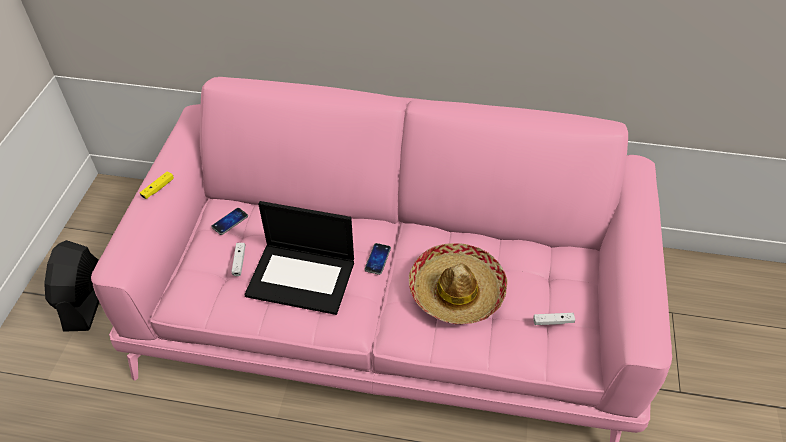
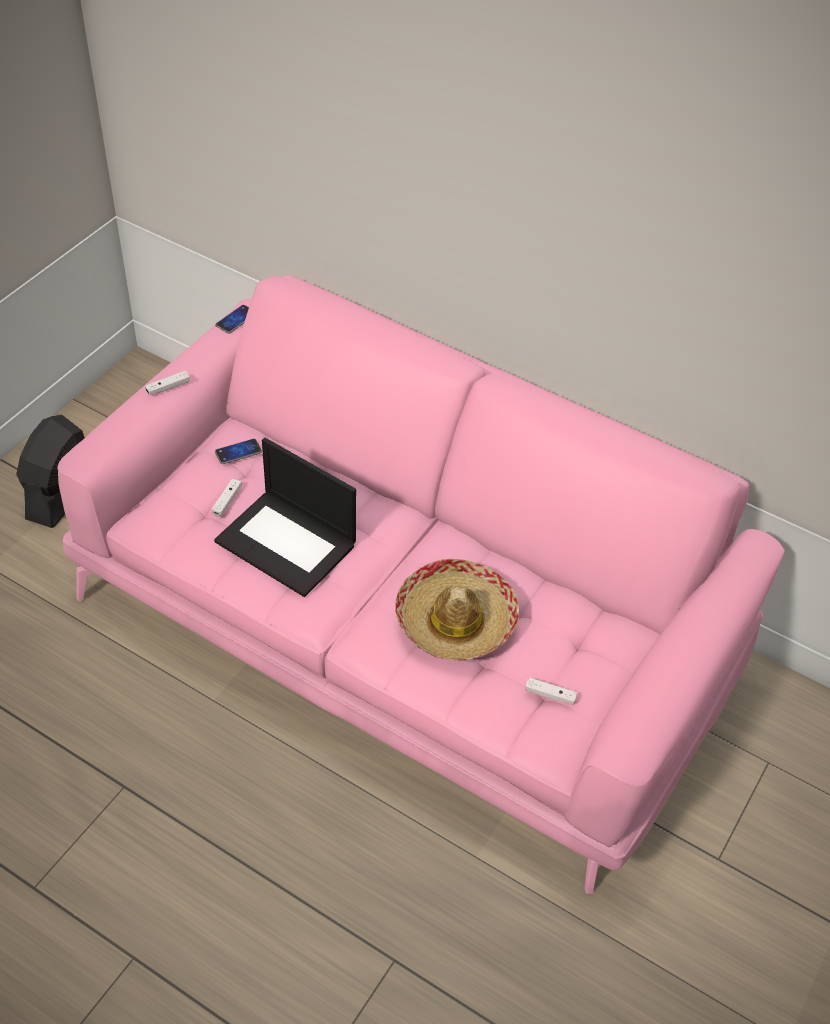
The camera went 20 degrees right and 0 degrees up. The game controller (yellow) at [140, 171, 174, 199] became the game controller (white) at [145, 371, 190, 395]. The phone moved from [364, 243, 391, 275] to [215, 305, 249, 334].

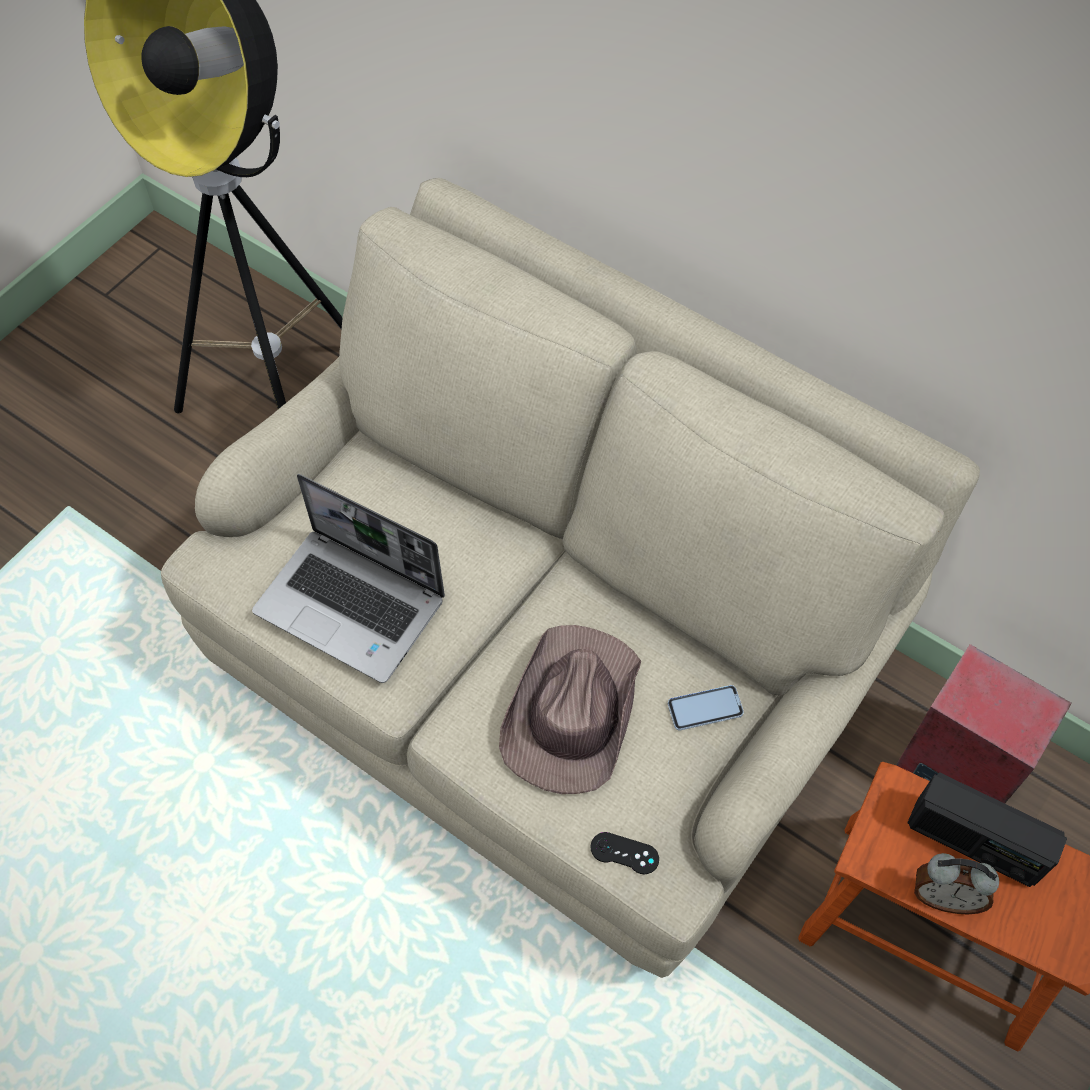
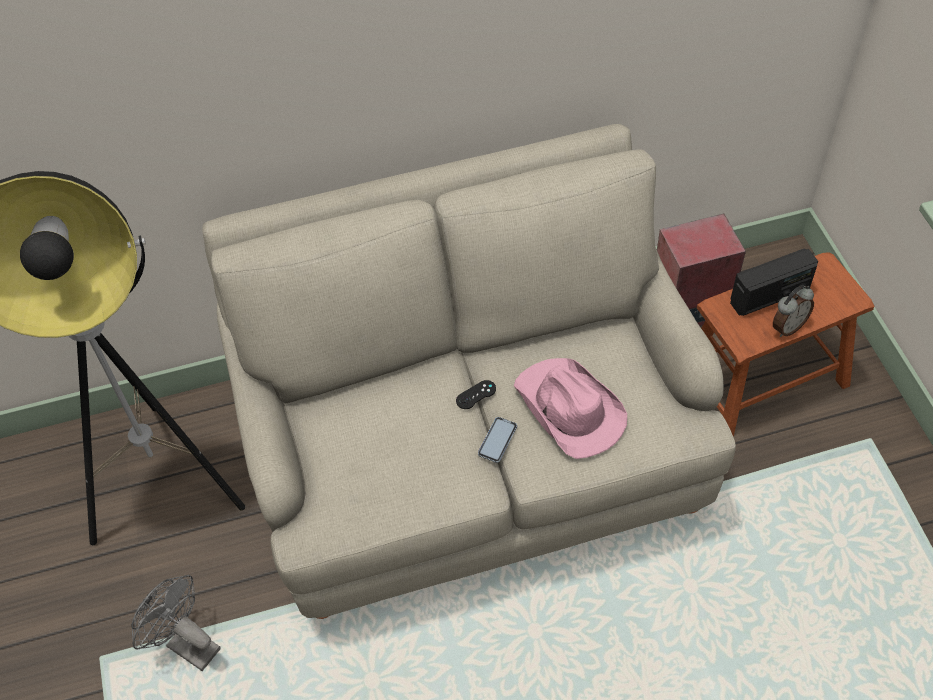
The camera went 50 degrees left and 5 degrees down. The laptop at [252, 474, 445, 683] disappeared. The hat (brown) at [499, 625, 641, 794] became the hat (pink) at [514, 358, 627, 459]. The phone moved from [668, 685, 744, 731] to [478, 417, 517, 463]. The game controller (black) moved from [591, 832, 659, 874] to [456, 380, 496, 409]. The fan (grey) at [131, 575, 221, 671] appeared.

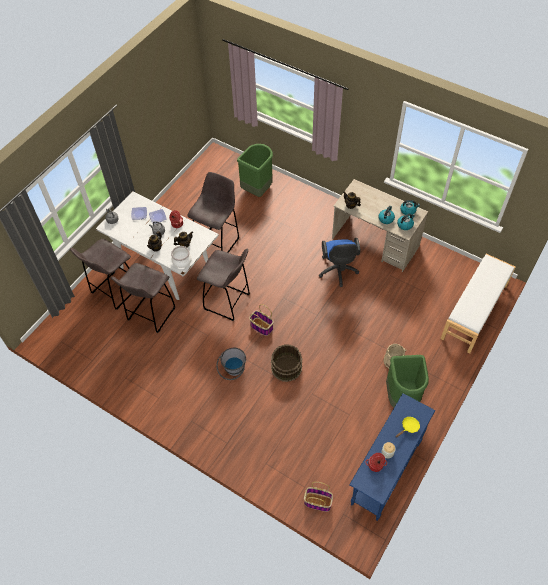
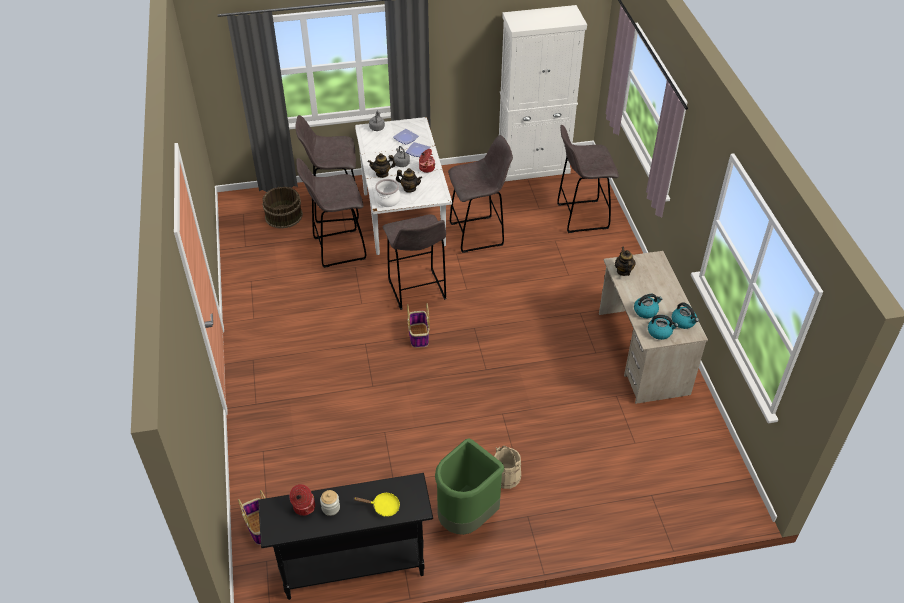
The camera went 45 degrees right and 10 degrees down. The trash can (green) at [237, 144, 273, 197] was replaced by the stool (grey) at [557, 125, 619, 233]. The office chair (blue) at [319, 238, 361, 287] disappeared. The bench (white) at [440, 254, 515, 354] disappeared. The bucket (brown) moved from [271, 344, 302, 382] to [262, 187, 303, 229]. The bucket (grey) at [216, 348, 246, 380] disappeared. The console table (blue) at [349, 393, 435, 521] became the console table (black) at [258, 473, 433, 600]. The cabinet (white) at [499, 5, 587, 181] appeared.

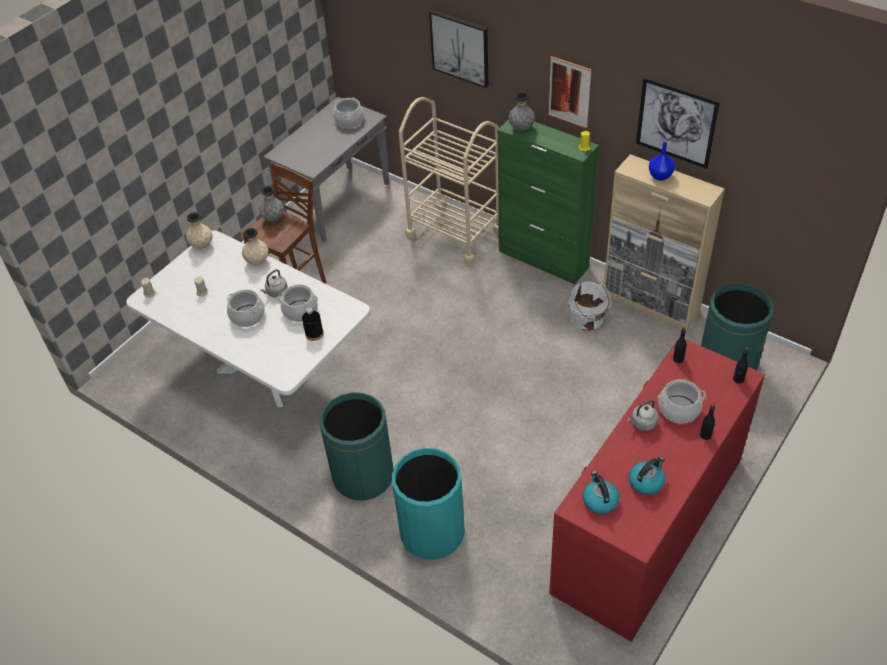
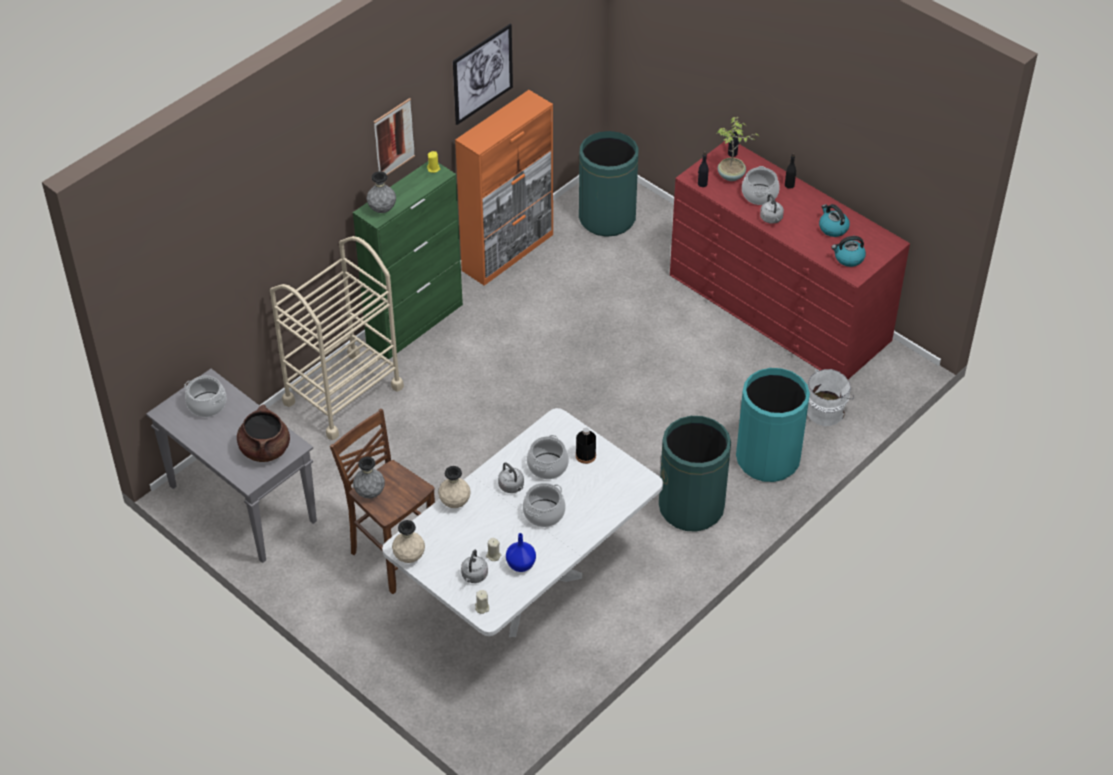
The camera went 85 degrees left and 0 degrees up. The picture at [429, 10, 489, 88] disappeared. The vase (blue) moved from [649, 142, 675, 181] to [506, 533, 536, 572]. The cabinet (beige) at [604, 154, 725, 331] became the cabinet (orange) at [455, 90, 553, 286]. The bucket (white) moved from [569, 281, 611, 331] to [807, 369, 854, 426]. The potted plant at [717, 117, 760, 181] appeared. The cooking pot (brown) at [237, 404, 290, 462] appeared. The kettle (grey) at [461, 550, 488, 583] appeared.

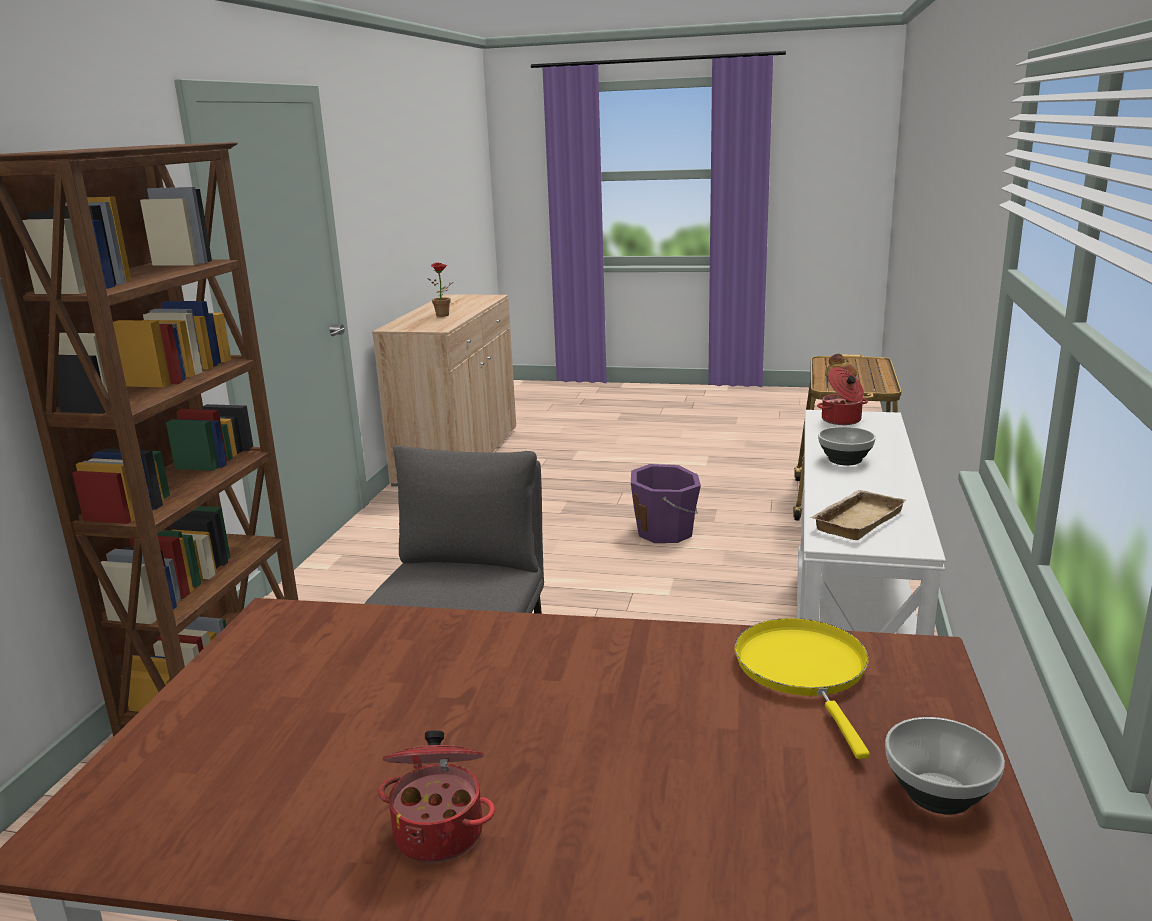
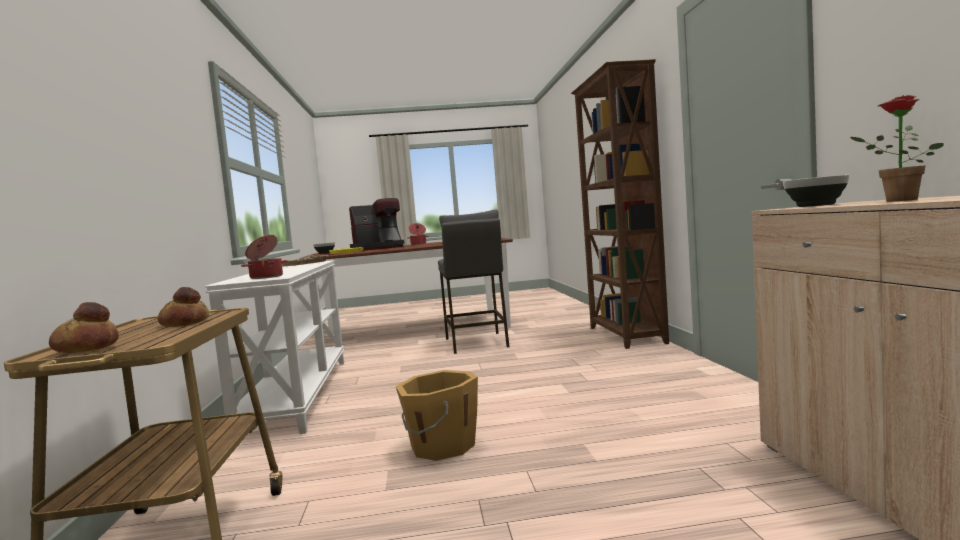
The camera went 160 degrees right and 15 degrees down. The bowl moved from [818, 427, 876, 466] to [783, 175, 849, 207]. The bucket (purple) at [631, 464, 701, 543] became the bucket (orange) at [396, 370, 478, 461]. The coffee machine at [349, 198, 405, 250] appeared. The bread at [49, 302, 119, 353] appeared.

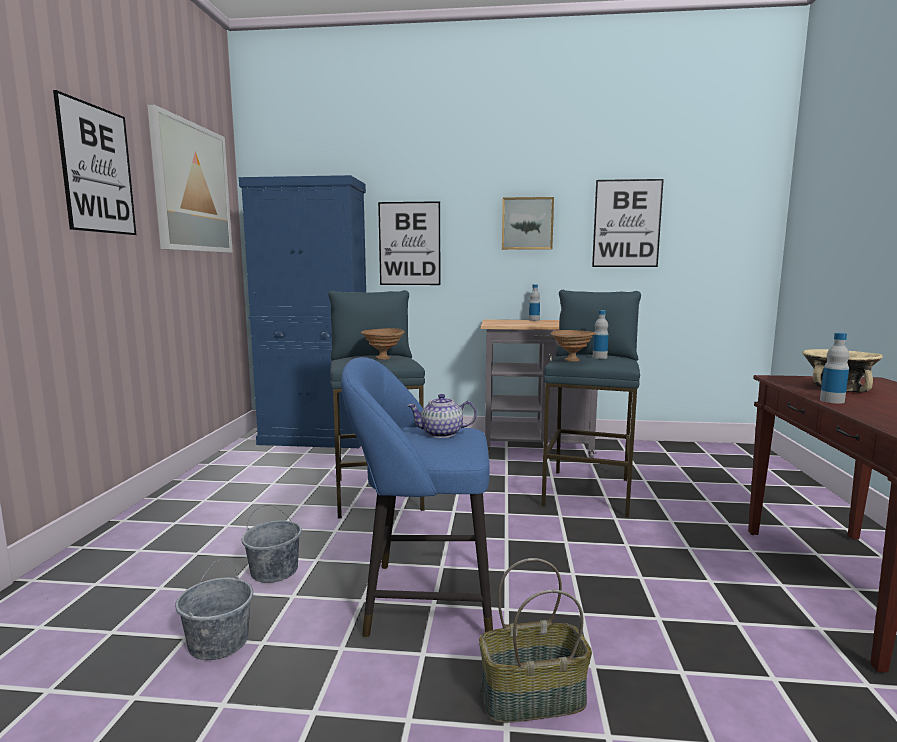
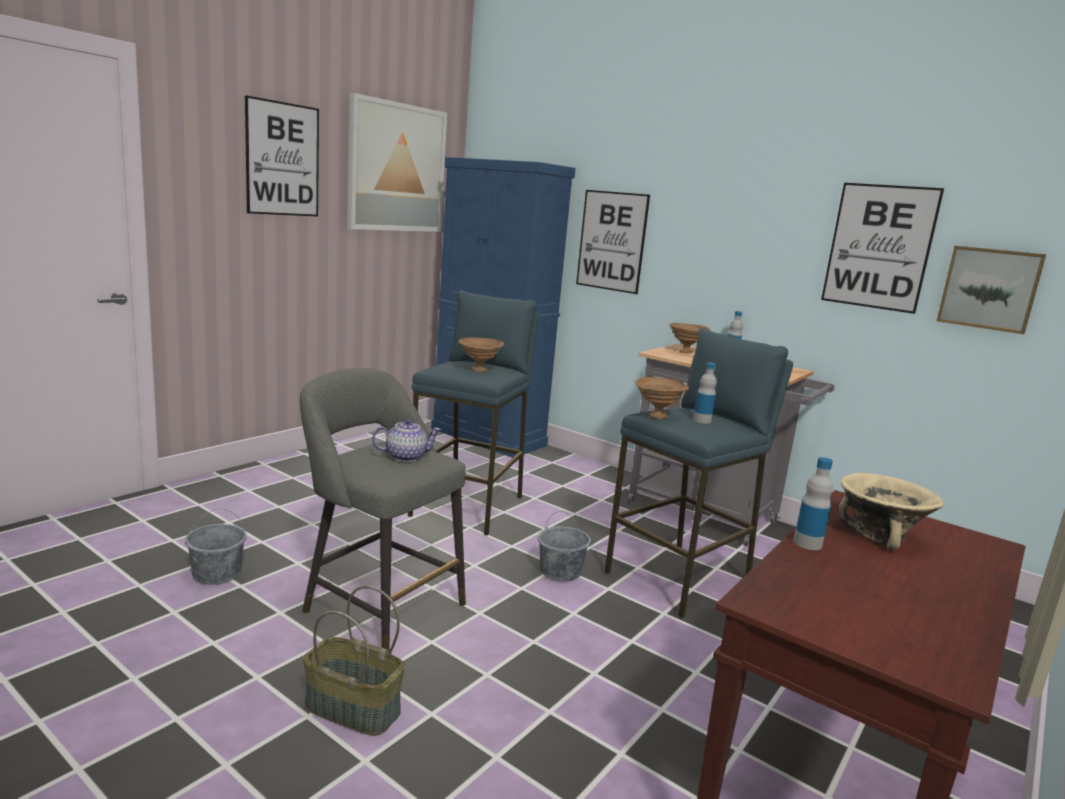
The camera went 30 degrees right and 5 degrees up. The picture moved from [502, 197, 554, 250] to [936, 246, 1046, 334]. The stool (blue) at [341, 357, 493, 638] became the stool (grey) at [300, 368, 466, 650]. The teapot at [407, 394, 477, 438] turned 135 degrees clockwise. The bucket (grey) moved from [242, 505, 302, 583] to [538, 512, 591, 582]. The bowl (brown) at [669, 323, 710, 353] appeared.

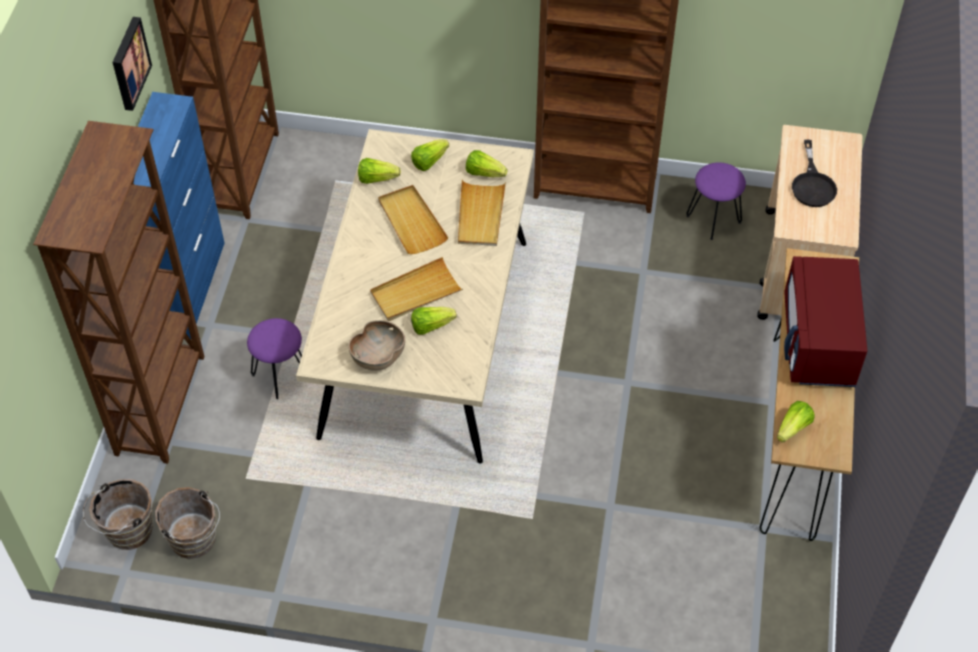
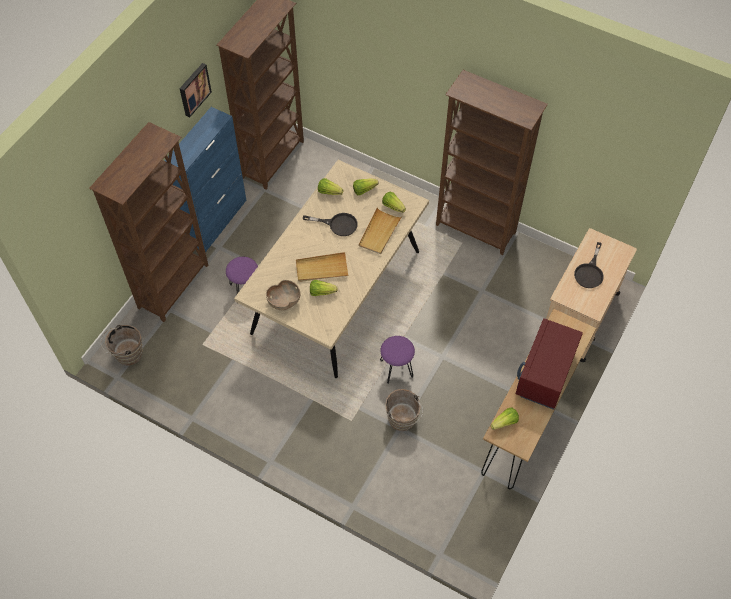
The camera went 20 degrees right and 5 degrees up. The stool (purple) moved from [686, 162, 746, 240] to [380, 336, 415, 384]. The tray (beige) at [378, 185, 448, 254] was replaced by the frying pan (black) at [303, 213, 358, 236]. The bucket (brown) moved from [155, 487, 220, 559] to [385, 389, 423, 431].

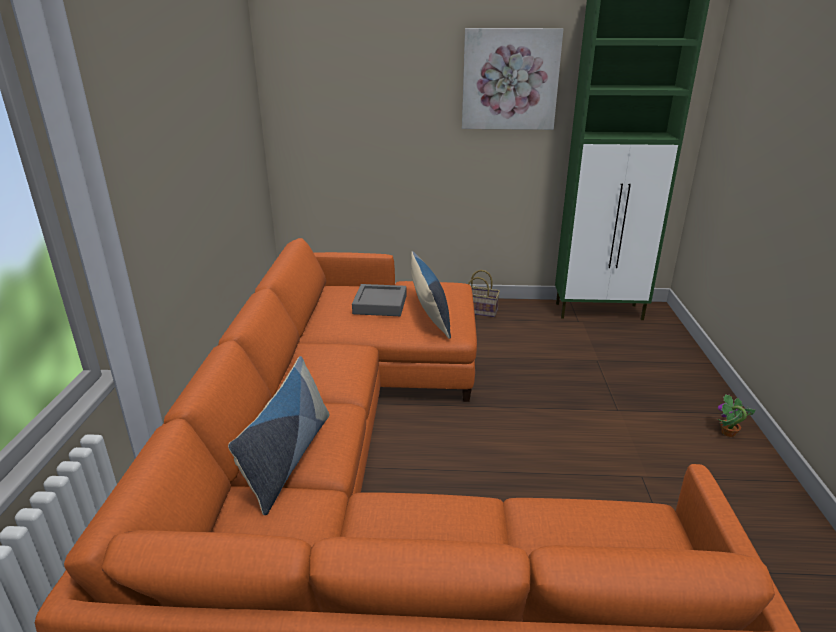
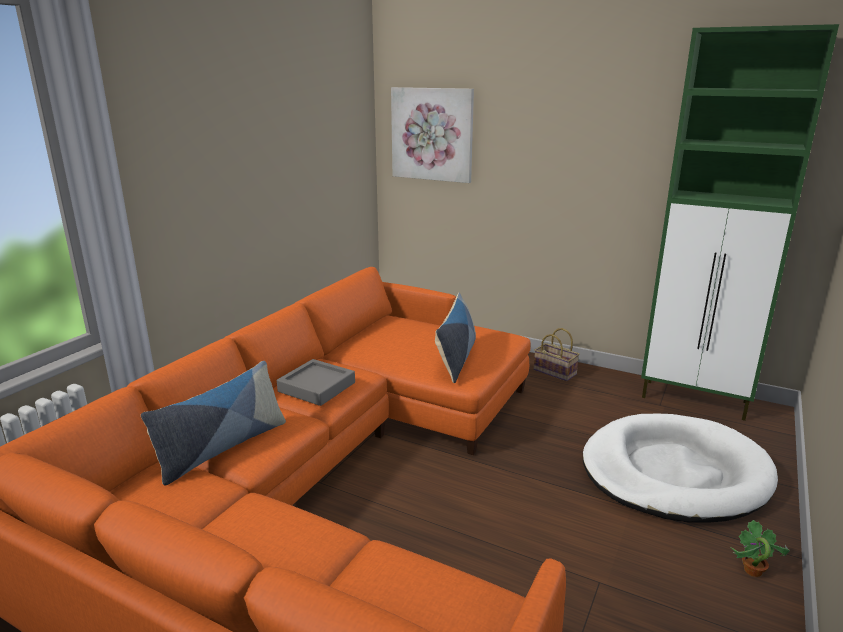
The camera went 25 degrees right and 5 degrees down. The picture moved from [462, 28, 564, 130] to [391, 87, 474, 183]. The tray (grey) moved from [352, 284, 407, 316] to [277, 359, 355, 406]. The dog bed (white) at [583, 414, 778, 522] appeared.

